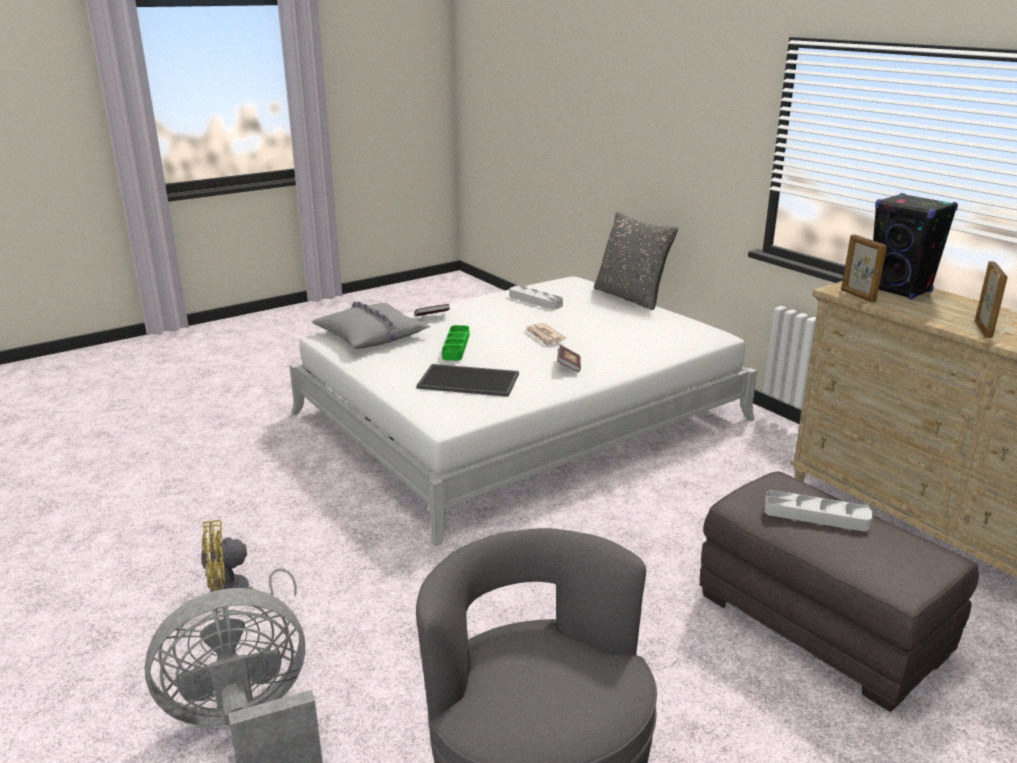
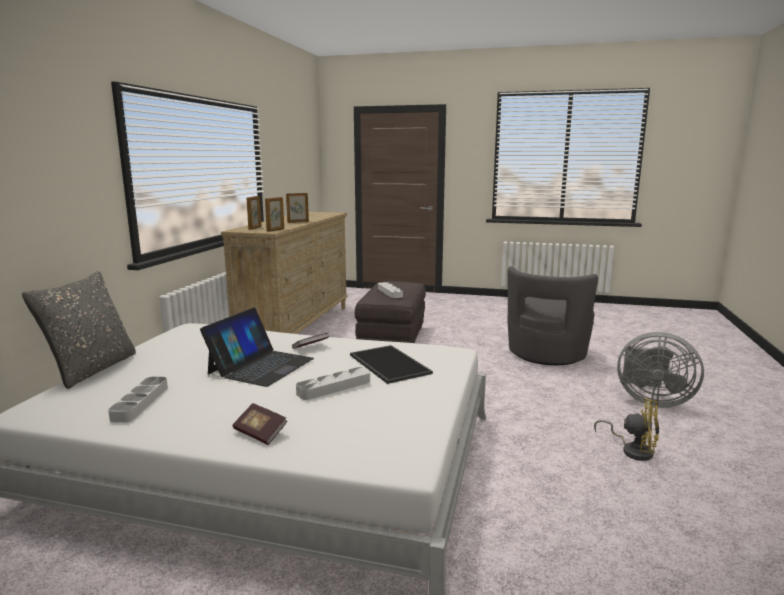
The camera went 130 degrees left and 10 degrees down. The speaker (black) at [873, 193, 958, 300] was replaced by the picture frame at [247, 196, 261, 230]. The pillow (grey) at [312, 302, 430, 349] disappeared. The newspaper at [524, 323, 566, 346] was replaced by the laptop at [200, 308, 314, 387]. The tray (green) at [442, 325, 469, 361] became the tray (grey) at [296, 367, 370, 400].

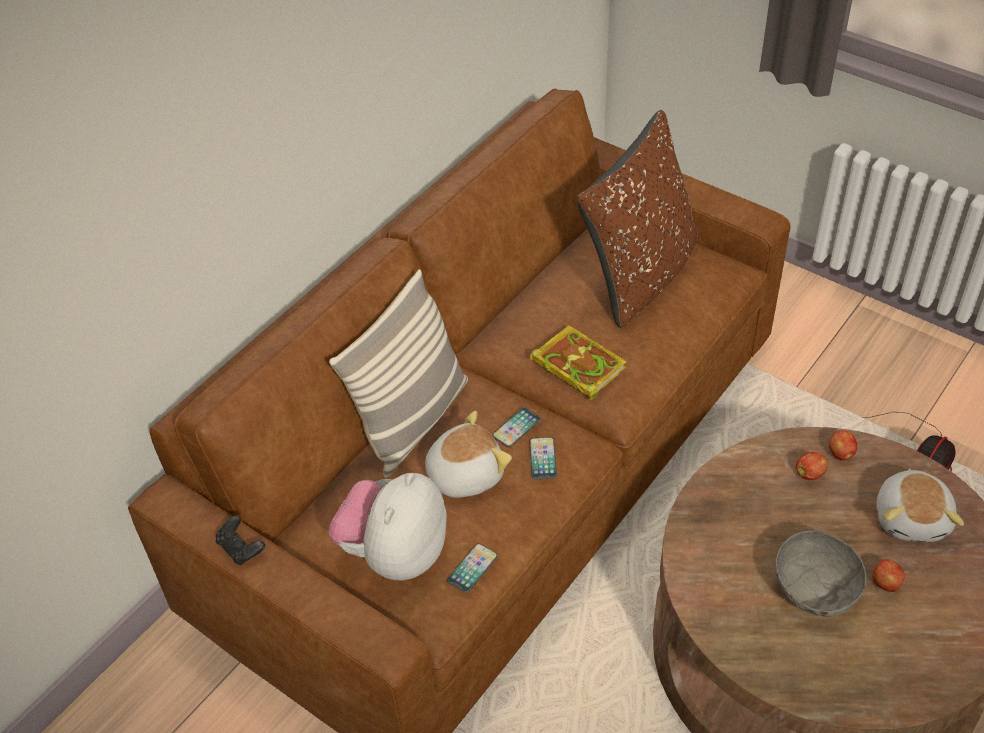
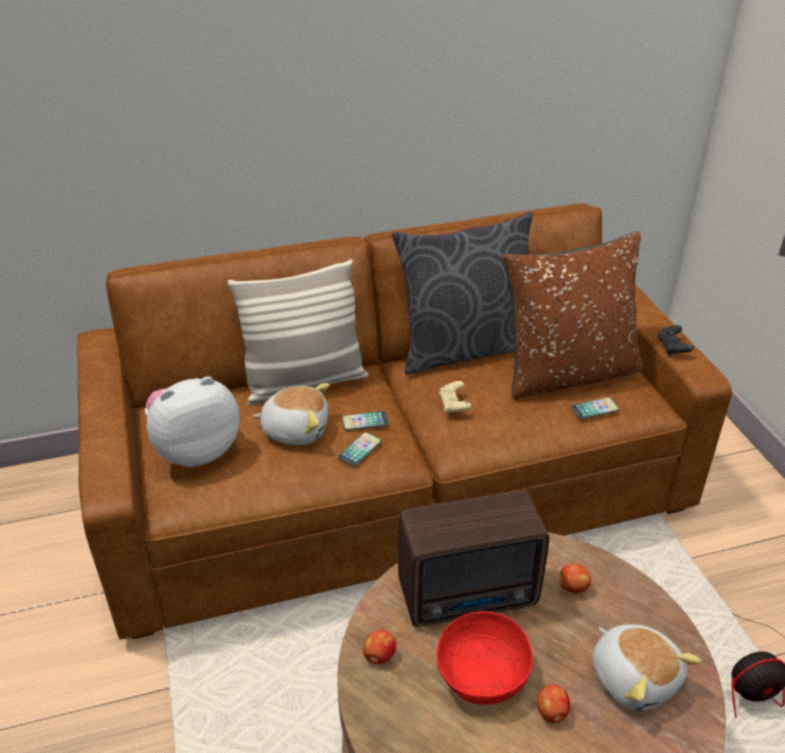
The camera went 35 degrees right and 10 degrees down. The book at [530, 325, 626, 400] was replaced by the game controller (beige) at [439, 381, 471, 414]. The apple moved from [829, 430, 857, 460] to [363, 629, 396, 664]. The plush toy at [876, 468, 964, 542] turned 75 degrees counterclockwise. The game controller (black) moved from [216, 515, 265, 565] to [658, 325, 694, 356]. The bowl (grey) at [775, 530, 867, 617] became the bowl (red) at [436, 611, 533, 705]. The phone moved from [447, 543, 498, 593] to [571, 398, 619, 419]. The pillow (grey) at [392, 212, 532, 375] appeared. The radio at [398, 491, 549, 627] appeared.

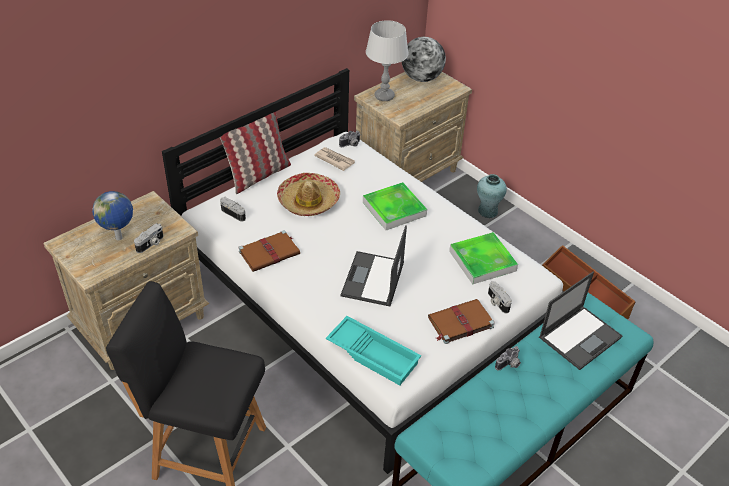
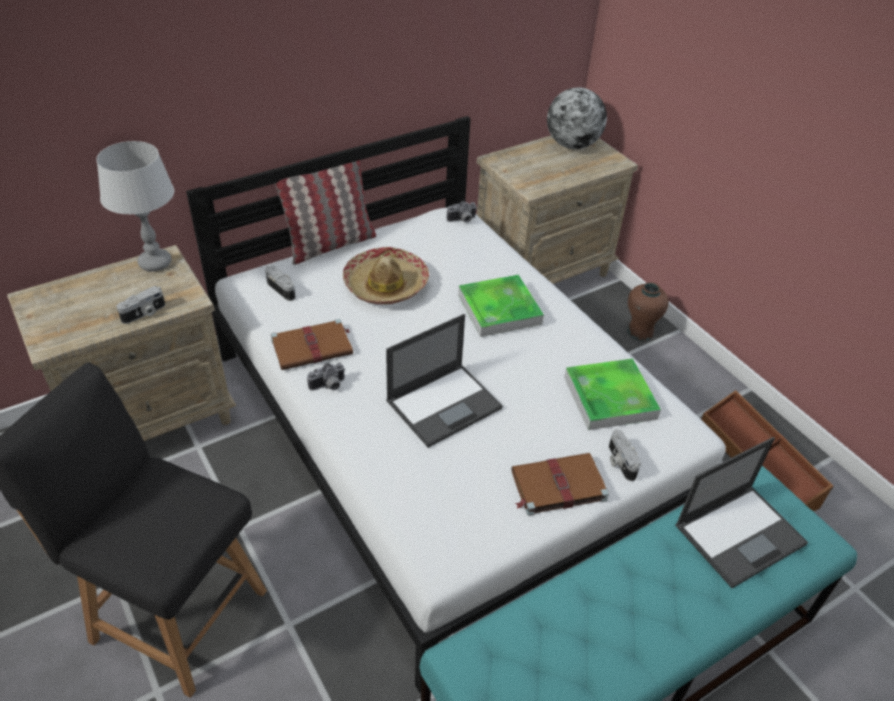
The camera went 10 degrees right and 0 degrees up. The table lamp (grey) moved from [366, 20, 409, 101] to [96, 141, 174, 271]. The newspaper at [314, 147, 355, 171] disappeared. The vase (turquoise) at [477, 174, 507, 218] became the vase (brown) at [627, 282, 669, 341]. The globe at [92, 191, 133, 240] disappeared. The laptop at [341, 225, 407, 307] turned 150 degrees counterclockwise. The tray (turquoise) at [326, 316, 421, 385] disappeared. The photo camera moved from [495, 346, 521, 370] to [307, 363, 346, 391].

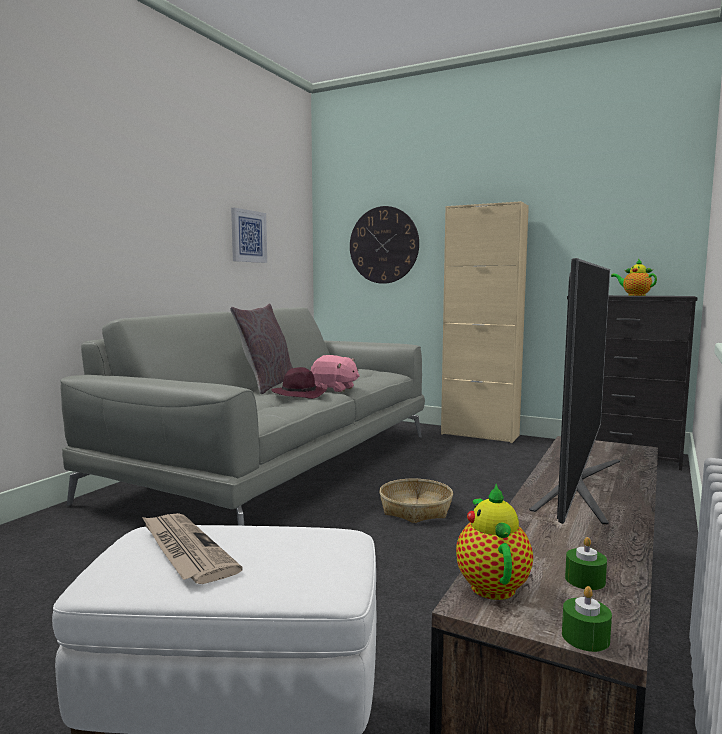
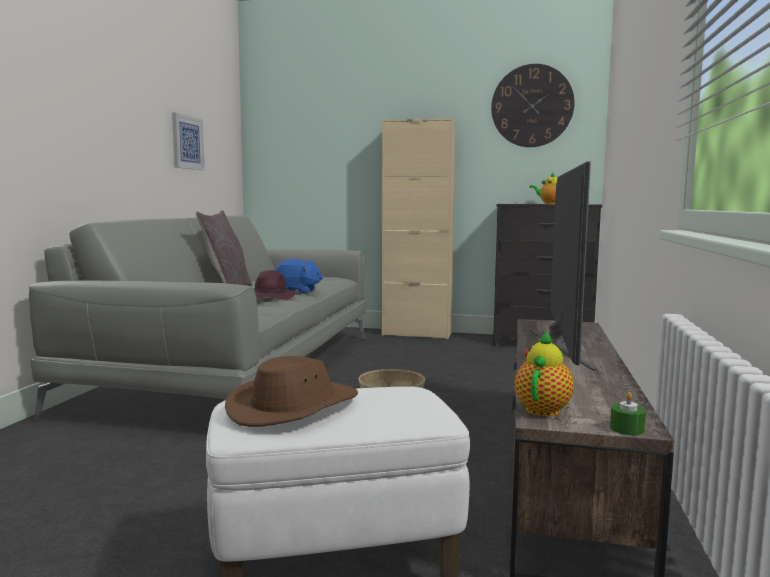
The camera went 15 degrees left and 0 degrees up. The wall clock moved from [350, 206, 419, 284] to [491, 64, 575, 147]. The plush toy (pink) at [311, 355, 360, 392] became the plush toy (blue) at [275, 259, 323, 294]. The teapot at [456, 484, 533, 600] turned 45 degrees clockwise. The newspaper at [141, 513, 243, 584] was replaced by the hat (brown) at [225, 356, 358, 427]. The candle (green) at [565, 537, 607, 590] disappeared.

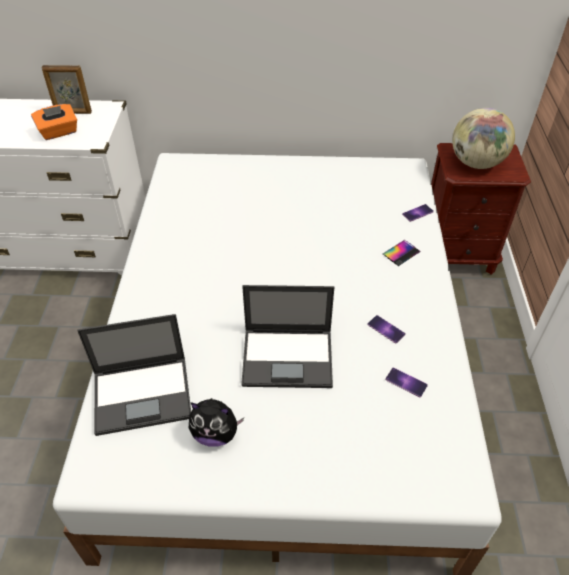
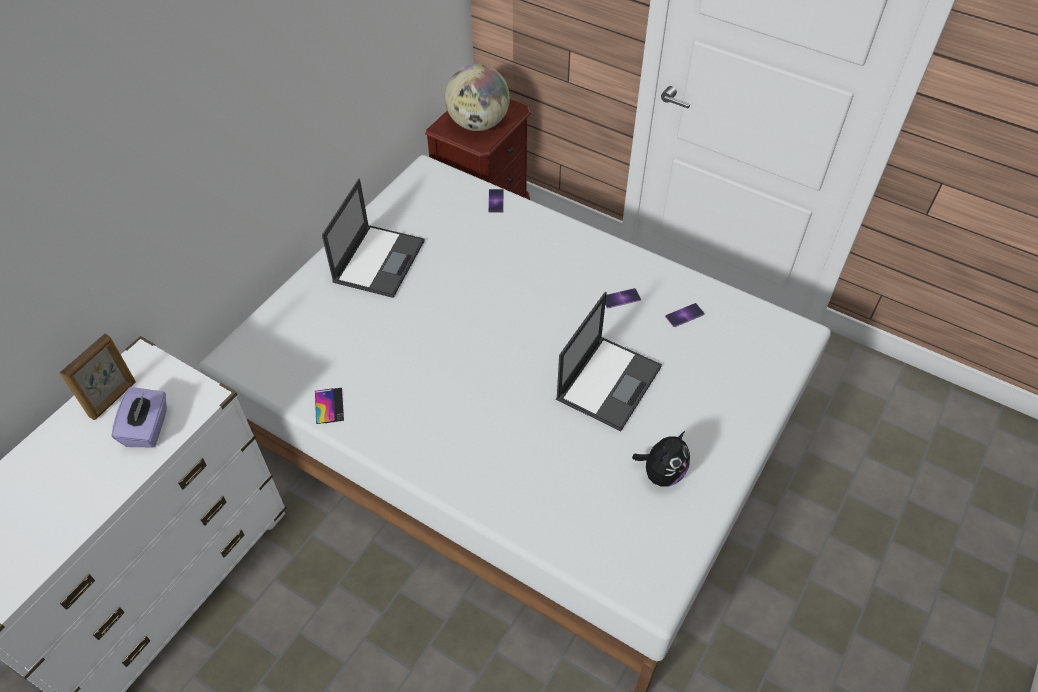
The camera went 60 degrees left and 5 degrees up. The tissue box (orange) at [31, 104, 77, 140] became the tissue box (purple) at [112, 387, 167, 448]. The phone moved from [383, 240, 421, 266] to [315, 388, 344, 424]. The laptop moved from [77, 314, 191, 436] to [322, 179, 424, 298].

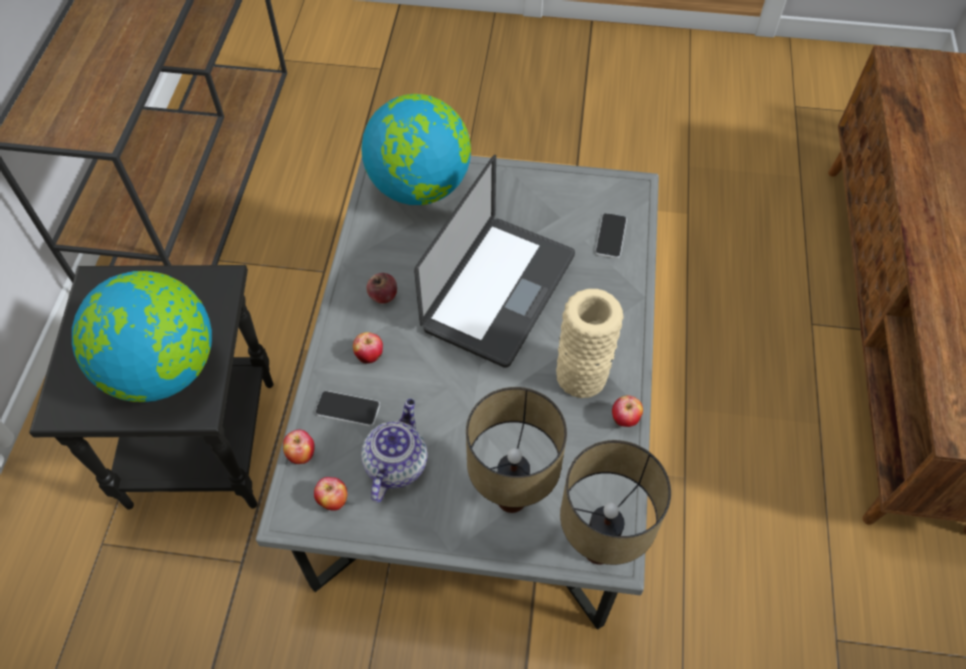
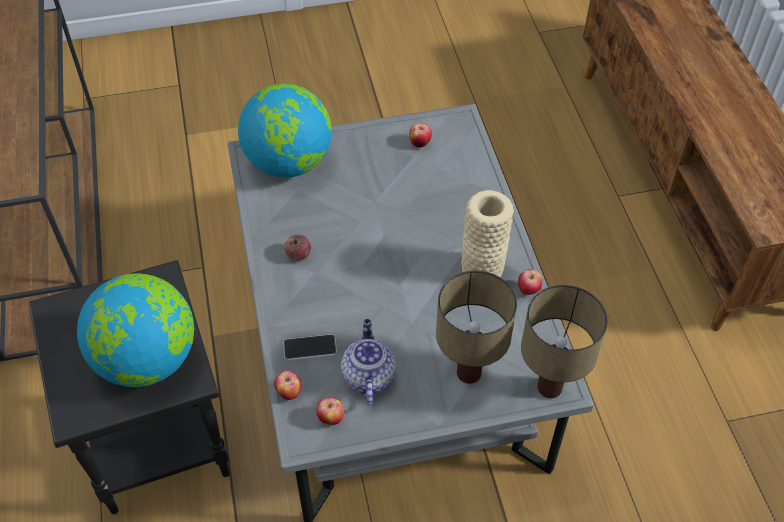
The camera went 20 degrees left and 5 degrees down. The laptop at [414, 155, 575, 368] disappeared. The phone at [595, 213, 627, 258] disappeared. The apple moved from [353, 332, 383, 364] to [409, 123, 432, 147].

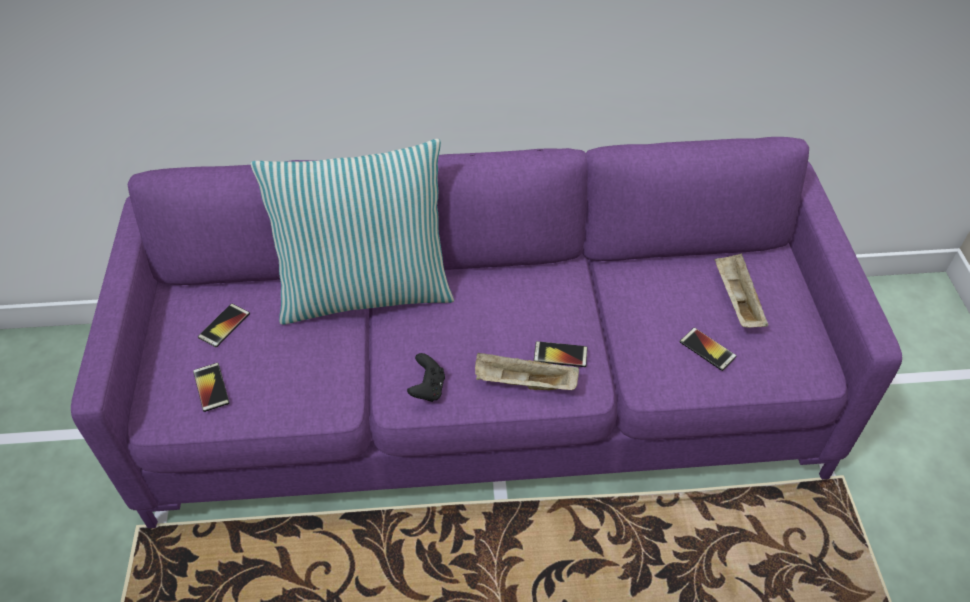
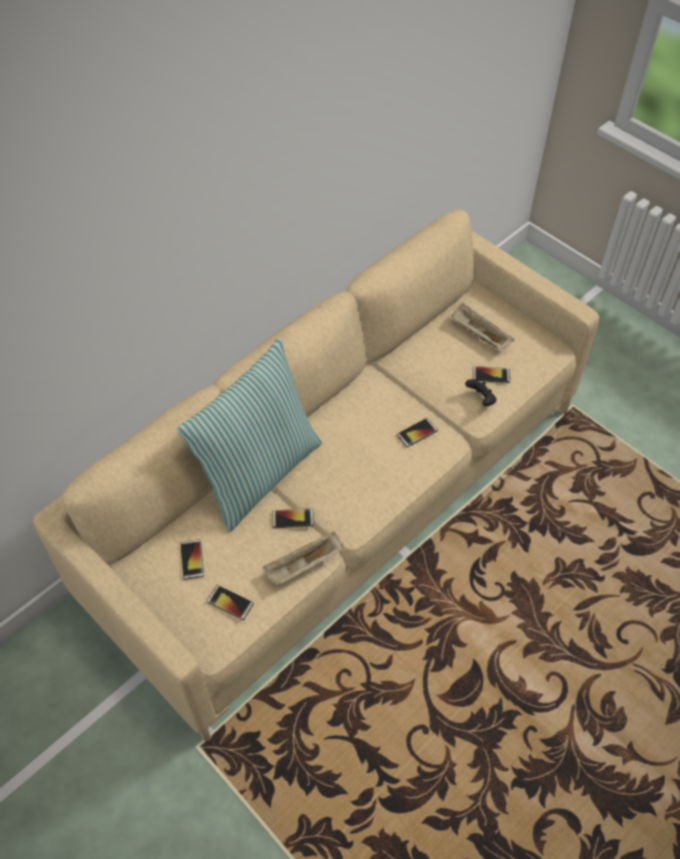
The camera went 40 degrees left and 5 degrees up. The sofa (purple) at [71, 137, 902, 528] became the sofa (beige) at [33, 209, 599, 742]. The tray (beige) moved from [475, 352, 579, 390] to [263, 531, 343, 586]. The game controller (black) moved from [407, 353, 445, 402] to [465, 379, 496, 406]. The phone at [272, 508, 314, 528] appeared.

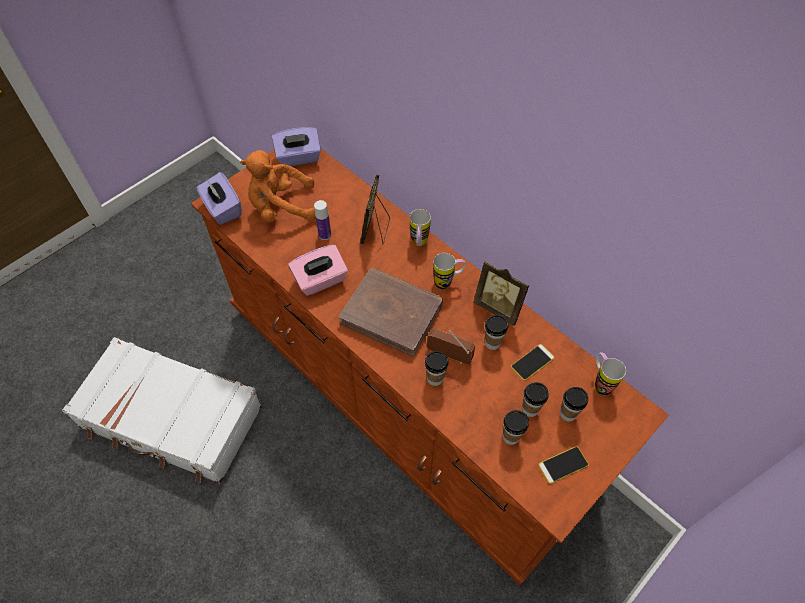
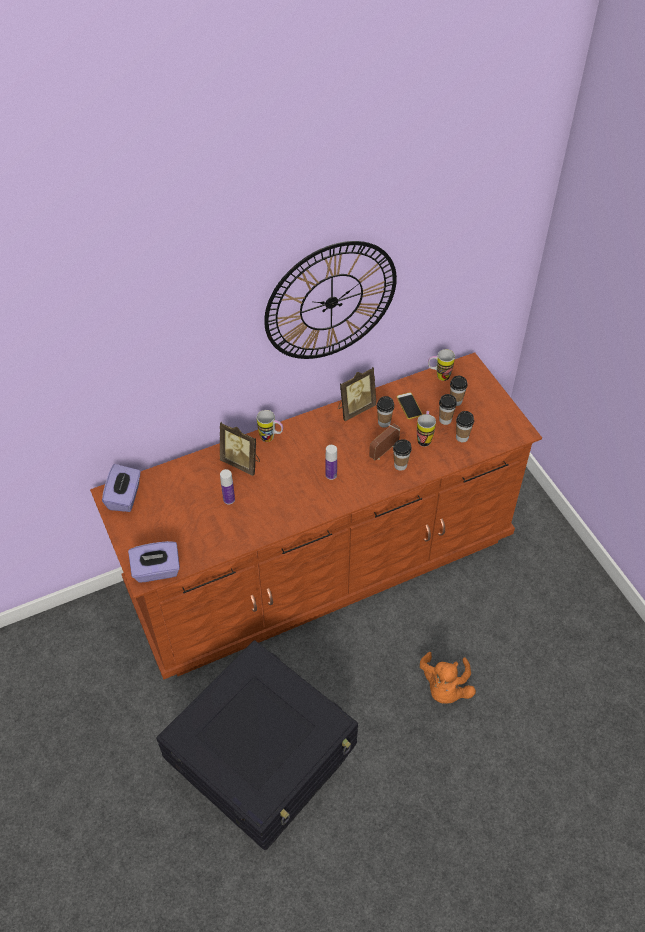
The camera went 70 degrees left and 5 degrees down. The plush toy (orange) moved from [240, 150, 316, 222] to [420, 652, 476, 704]. The tissue box (pink) at [288, 245, 348, 296] disappeared. The mug moved from [433, 253, 466, 290] to [417, 411, 436, 446]. The book (brown) at [339, 268, 443, 357] was replaced by the bottle at [325, 445, 337, 480]. The suitcase (white) at [62, 337, 262, 484] was replaced by the storage box (black) at [156, 640, 358, 850]. The phone at [538, 446, 589, 484] disappeared. The wall clock at [264, 241, 397, 359] appeared.

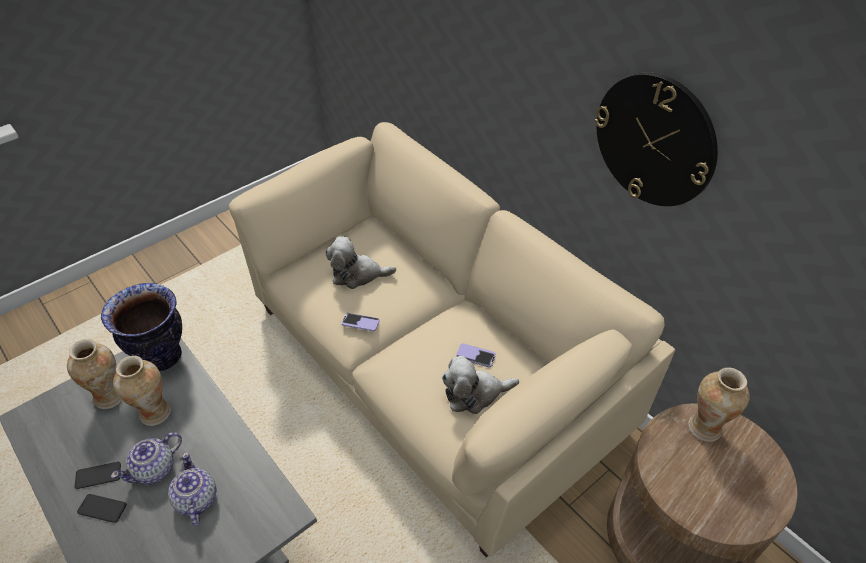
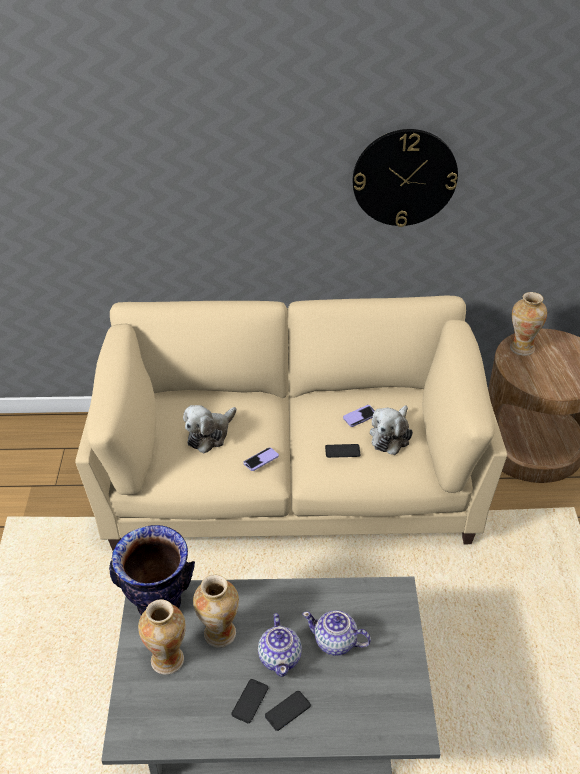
The camera went 50 degrees left and 5 degrees down. The phone at [325, 444, 360, 458] appeared.

